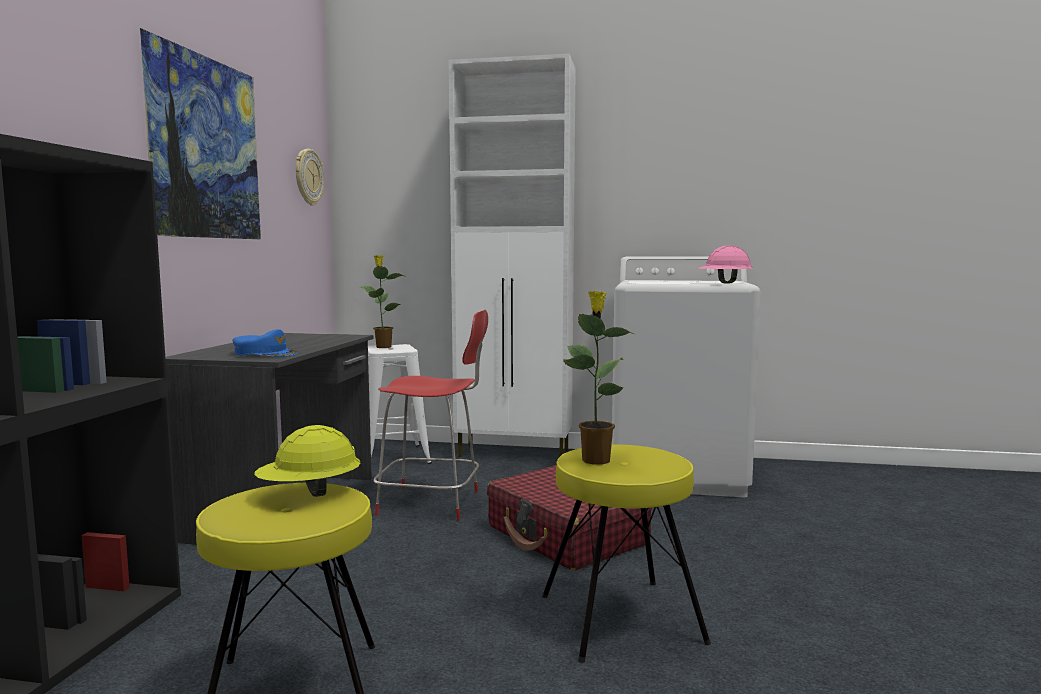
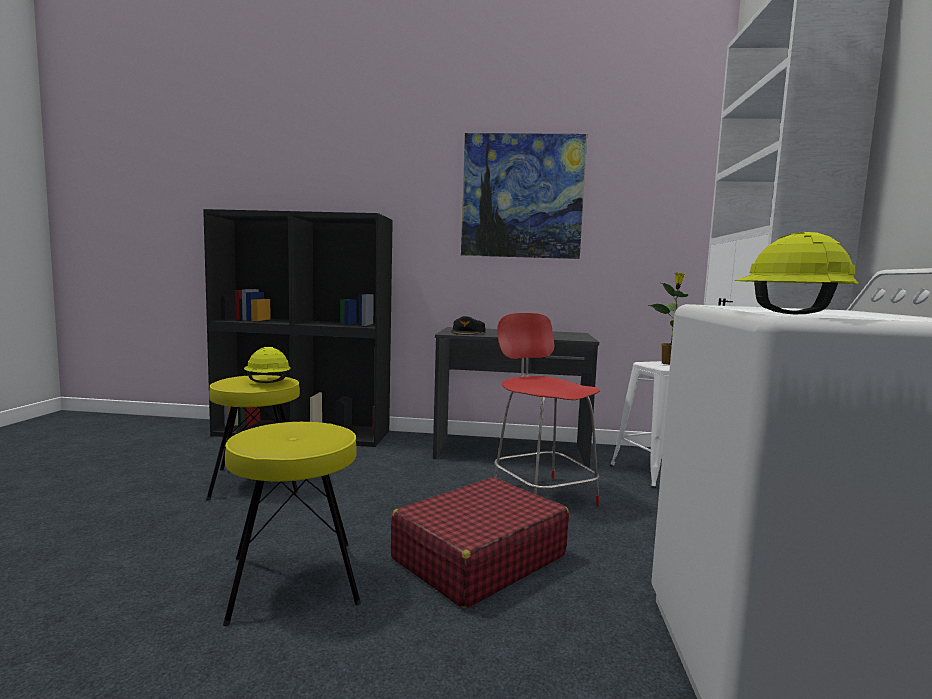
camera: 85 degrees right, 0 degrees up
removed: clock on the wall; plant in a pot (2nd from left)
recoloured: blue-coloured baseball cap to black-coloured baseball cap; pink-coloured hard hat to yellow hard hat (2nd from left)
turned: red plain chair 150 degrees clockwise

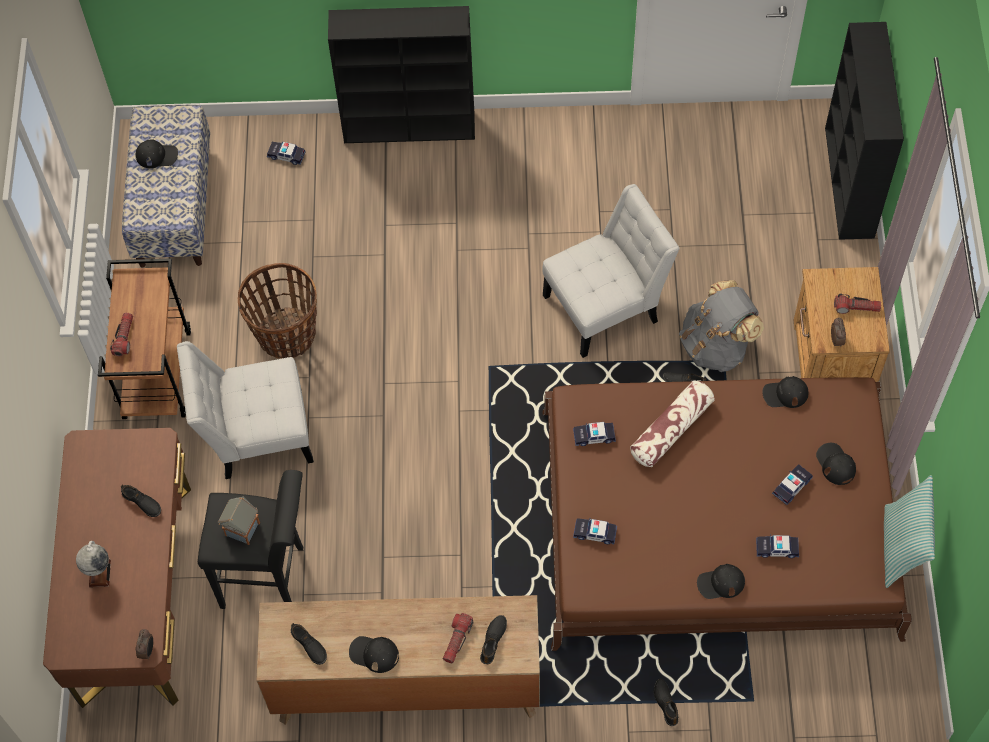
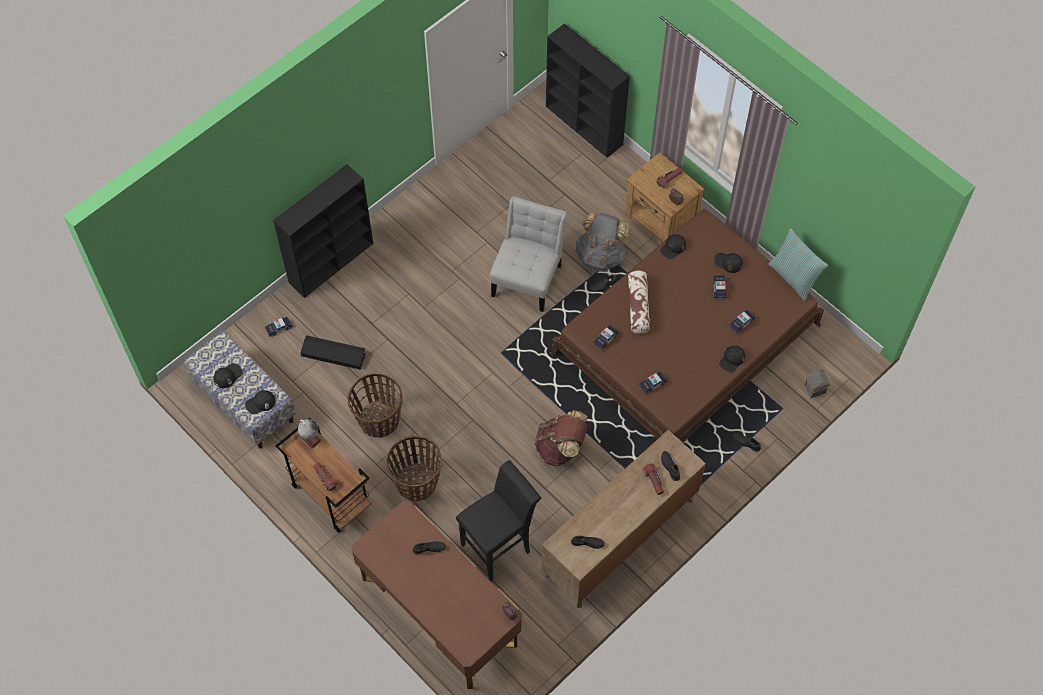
camera: 45 degrees left, 0 degrees up
added: black-coloured storage container; brown-coloured rucksack
moved: world globe; toy house; black-coloured baseball cap (2nd from left)
replaced: whitish plain chair (1st from left) to storage basket (2nd from left)

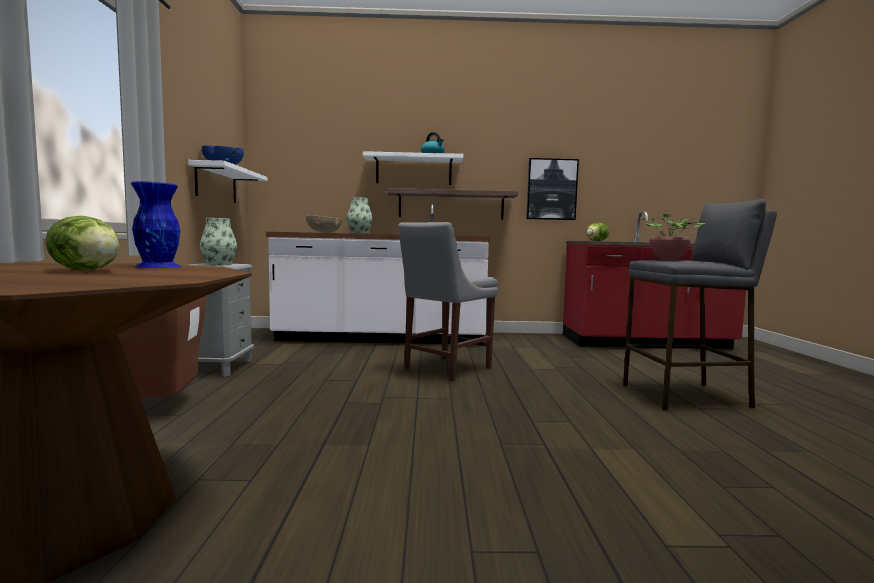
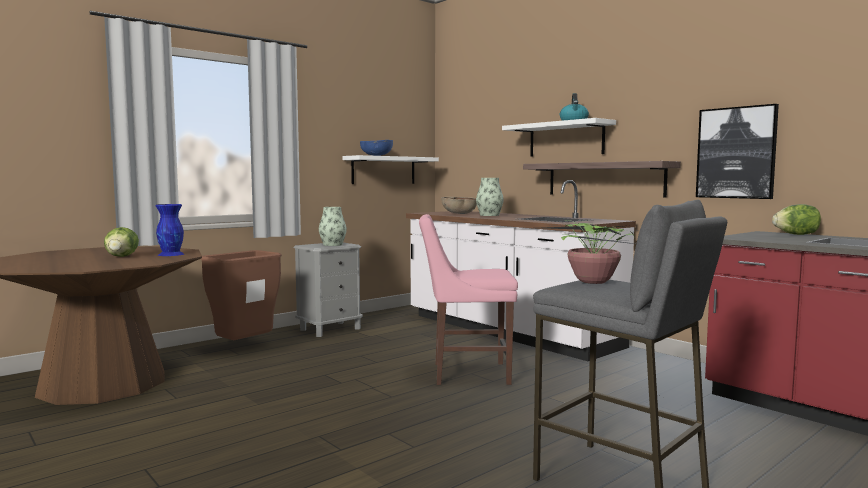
camera: 50 degrees right, 0 degrees up
recoloured: grey plain chair to pink-coloured plain chair

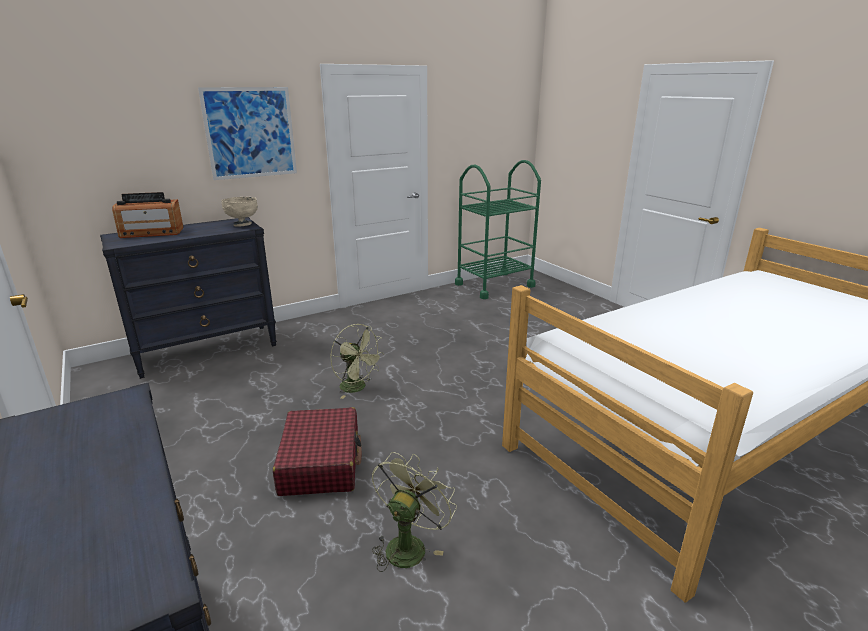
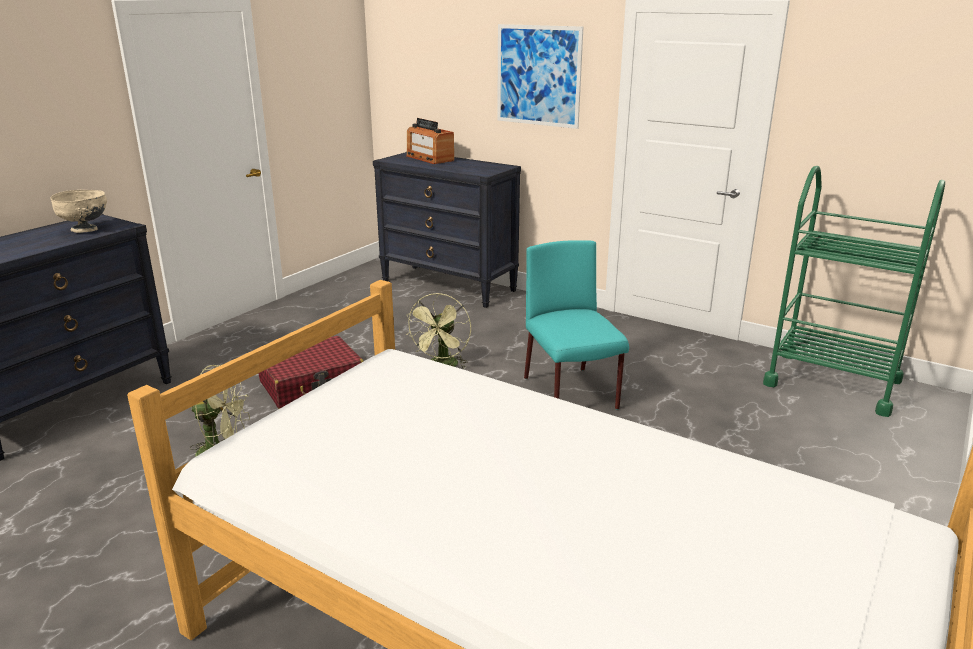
camera: 65 degrees right, 0 degrees up
added: turquoise-coloured plain chair
moved: beige-coloured bowl

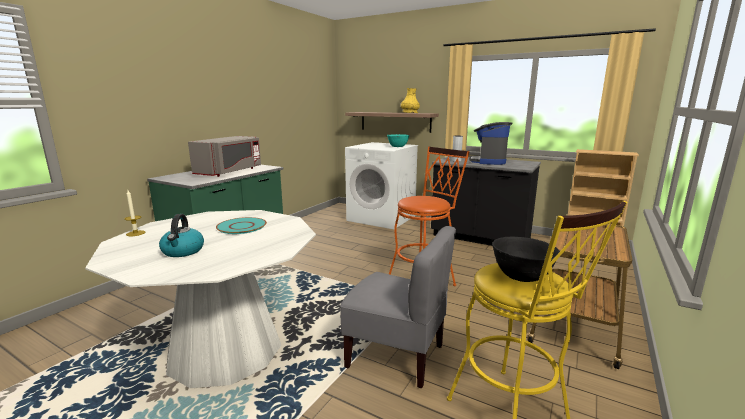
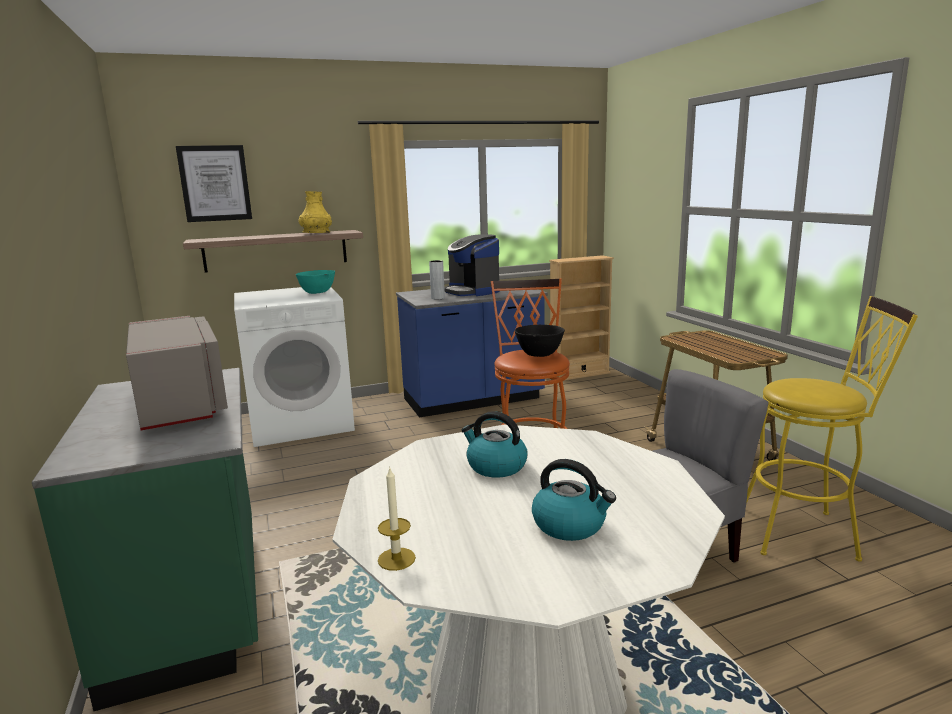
camera: 50 degrees left, 0 degrees up
added: picture
moved: black-coloured bowl
replaced: turquoise-coloured plate to tea kettle (1st from left)
recoloured: black-coloured counter to blue-coloured counter

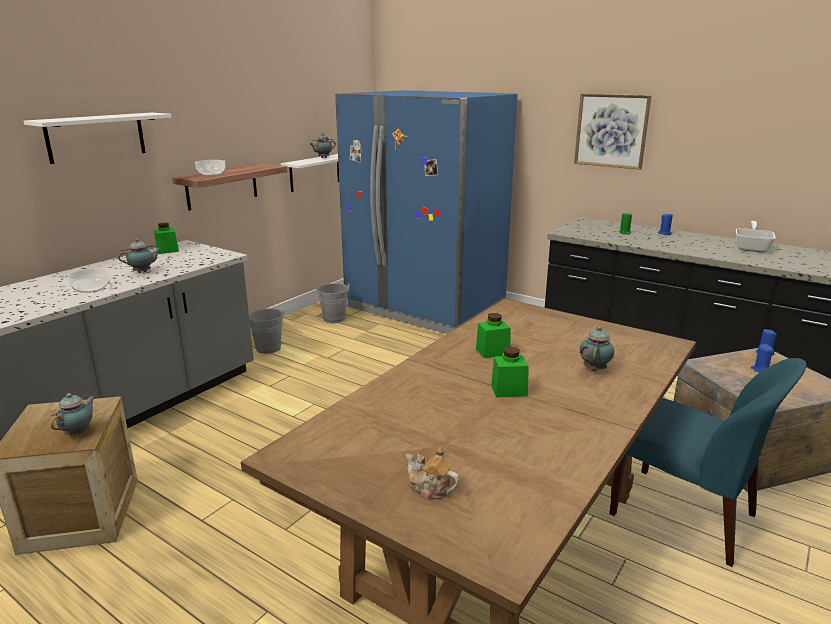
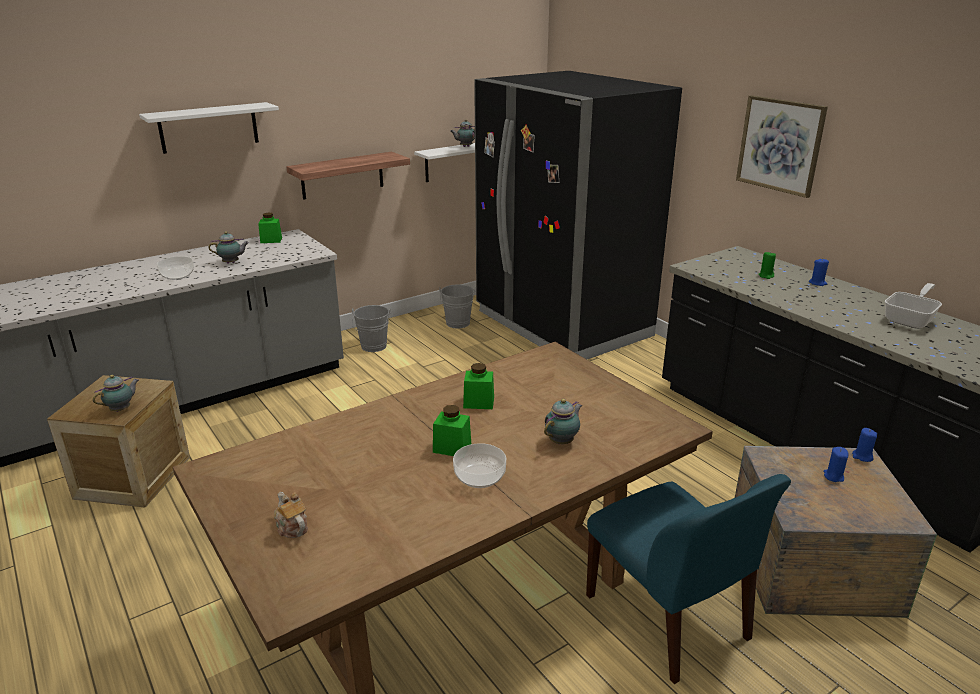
camera: 20 degrees right, 5 degrees up
moved: bowl (2nd from left)
recoloured: blue-coloured kitchen fridge to black-coloured kitchen fridge

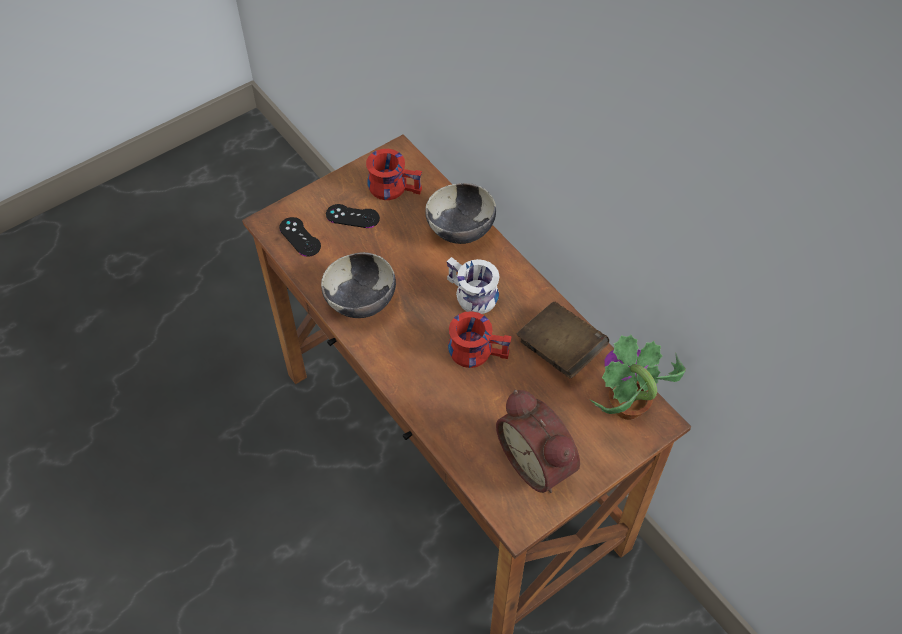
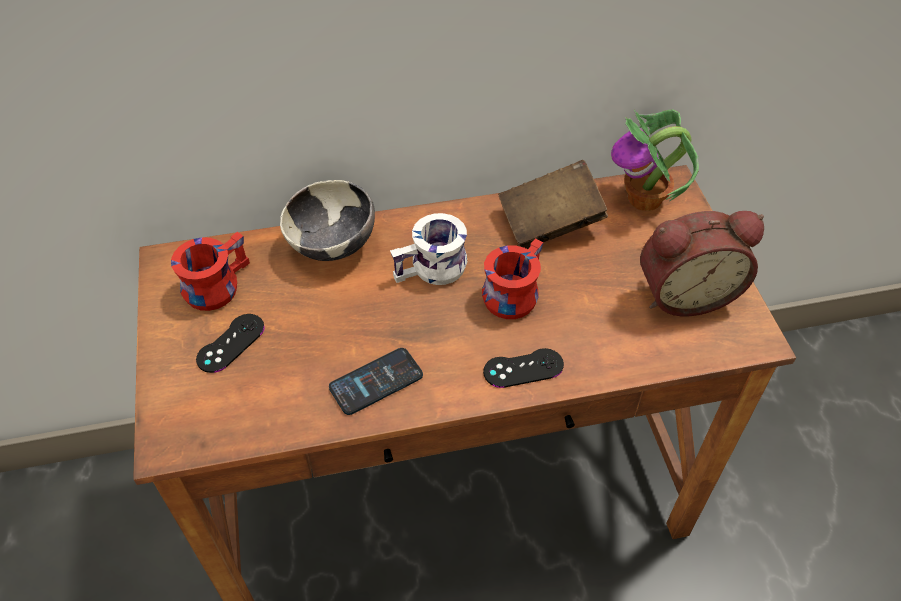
camera: 65 degrees left, 5 degrees down
moved: black-coloured gamepad (1st from left in the first image) to black-coloured gamepad (2nd from left)
replaced: bowl (1st from left) to telephone

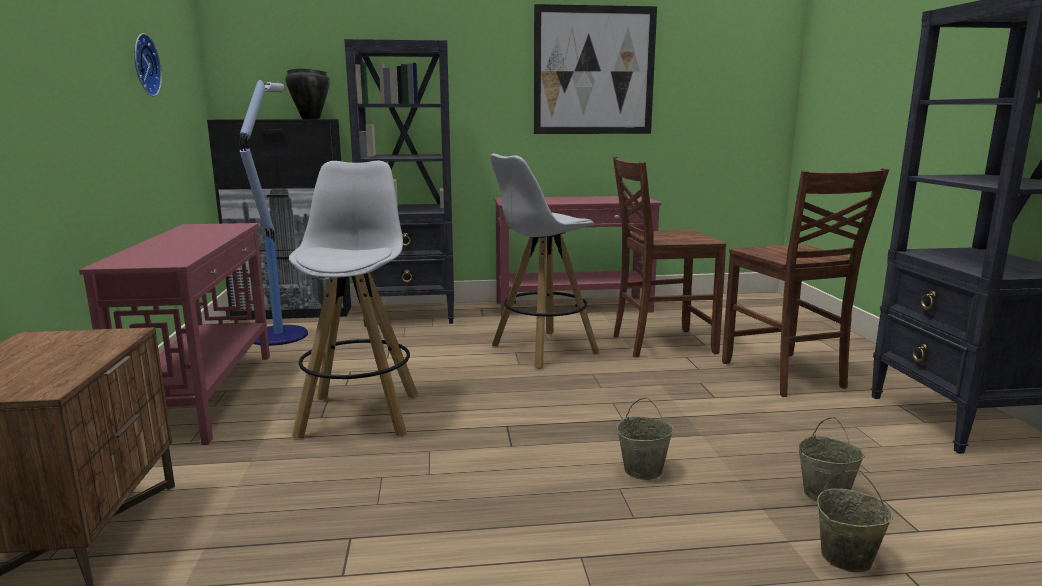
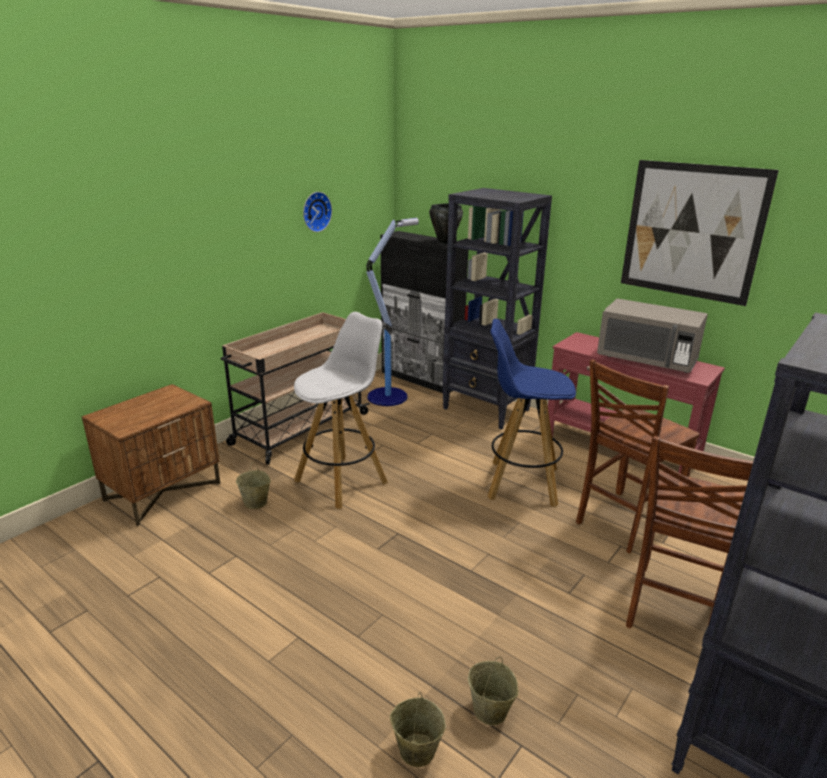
camera: 45 degrees right, 10 degrees up
added: grey microwave oven
moved: beige-coloured bucket (1st from left)
replaced: red narrow table (1st from left) to beige-coloured cart
recoloured: whitish stool (2nd from left) to blue-coloured stool
turned: brown-coloured plain chair (1st from left) 75 degrees counterclockwise

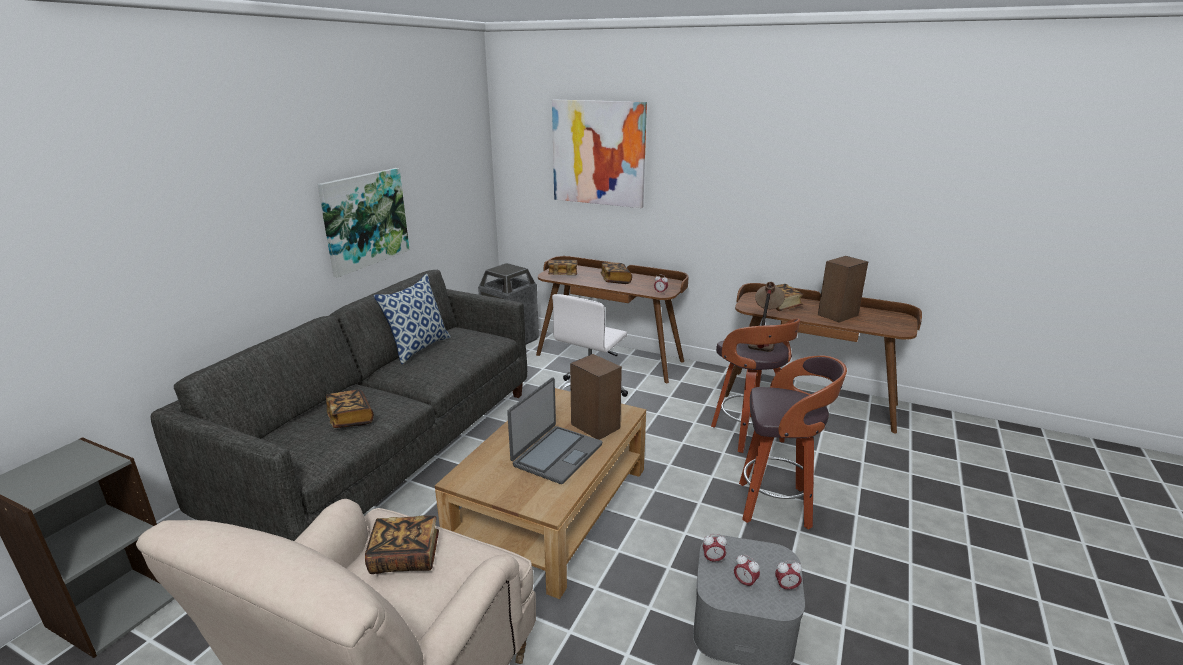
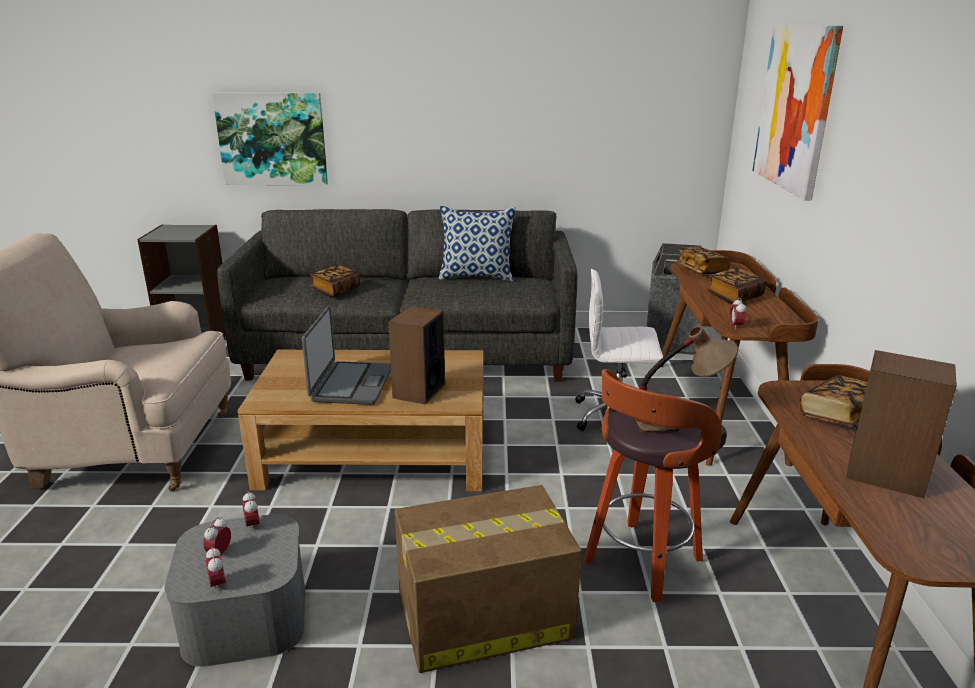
camera: 65 degrees right, 0 degrees up
removed: volume (2nd from left)
moved: picture (1st from left)
replaced: stool (2nd from left) to packing box
turned: portable computer 90 degrees counterclockwise

